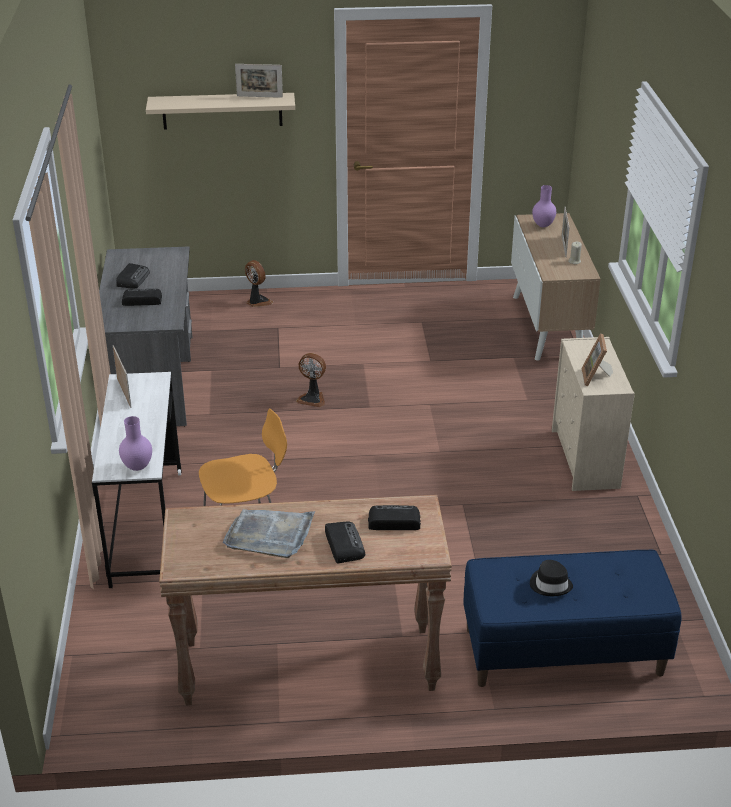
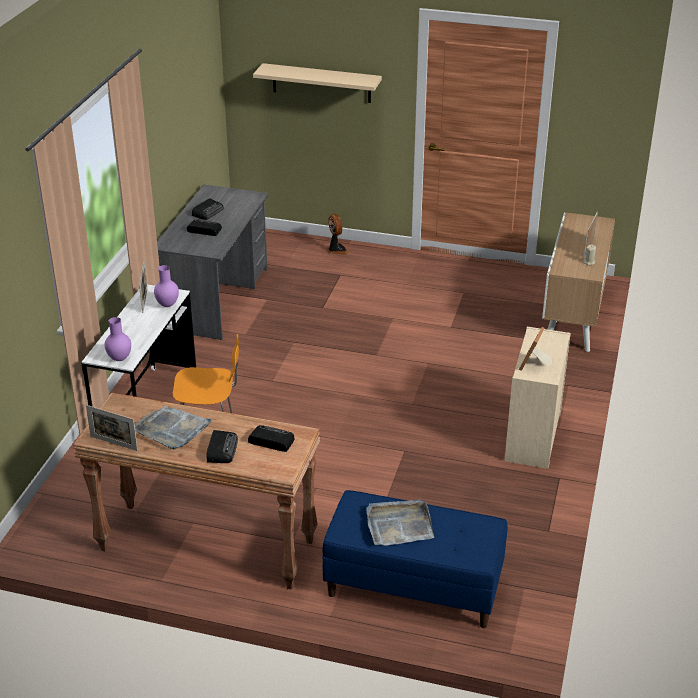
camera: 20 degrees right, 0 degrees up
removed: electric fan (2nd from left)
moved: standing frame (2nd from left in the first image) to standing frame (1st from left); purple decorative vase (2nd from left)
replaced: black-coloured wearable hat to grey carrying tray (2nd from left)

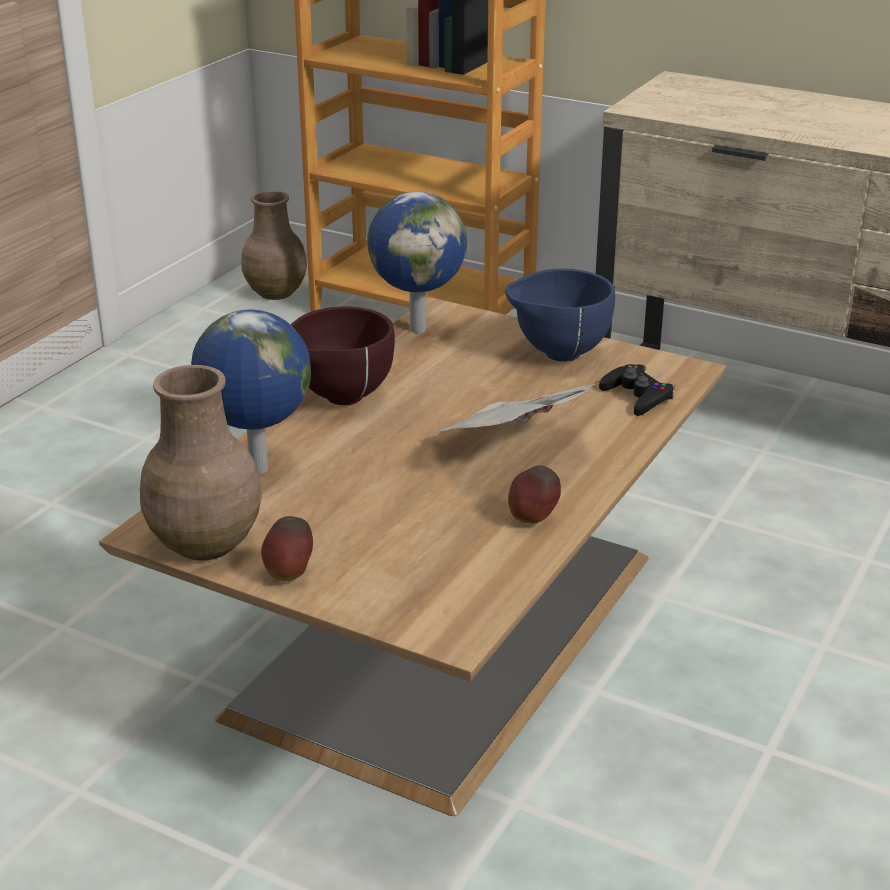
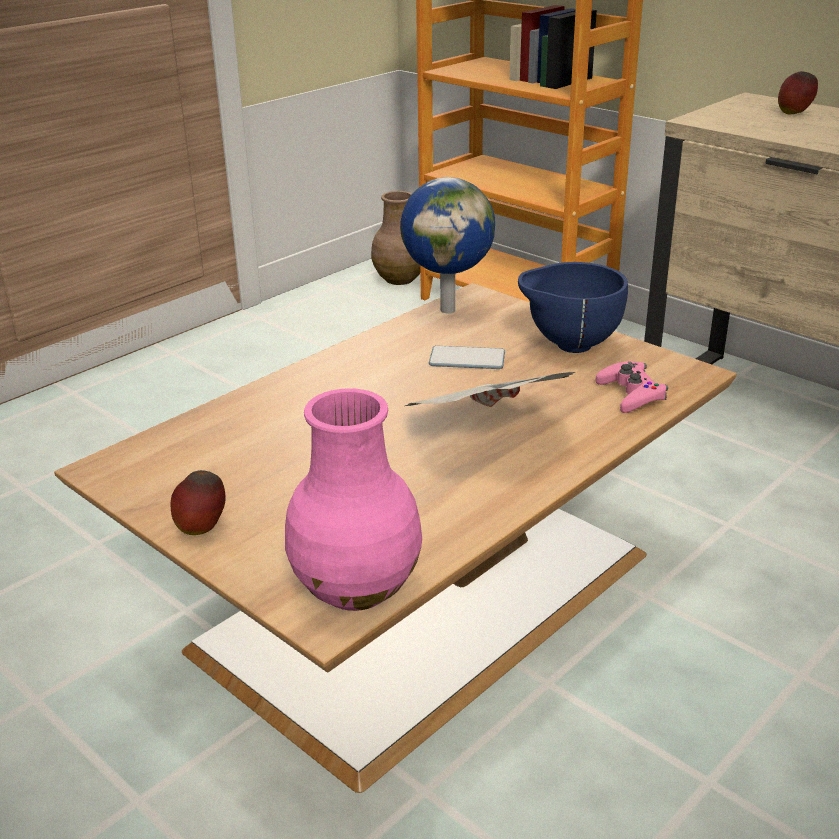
camera: 15 degrees right, 0 degrees up
removed: brown-coloured decorative vase (1st from left); world globe (1st from left); brown-coloured bowl
added: pink-coloured decorative vase; telephone
moved: apple fruit (2nd from left)
recoloured: black-coloured gamepad to pink-coloured gamepad

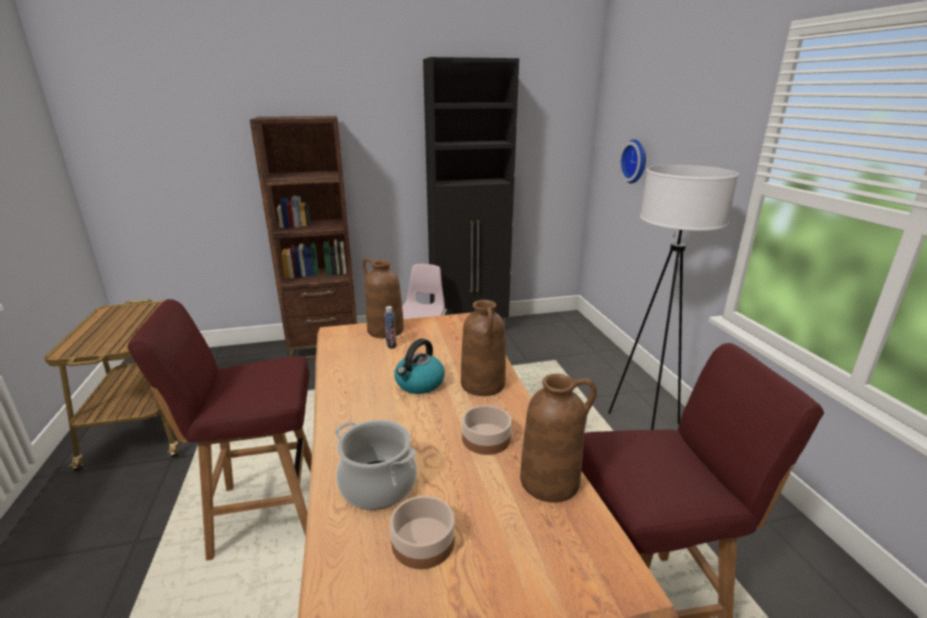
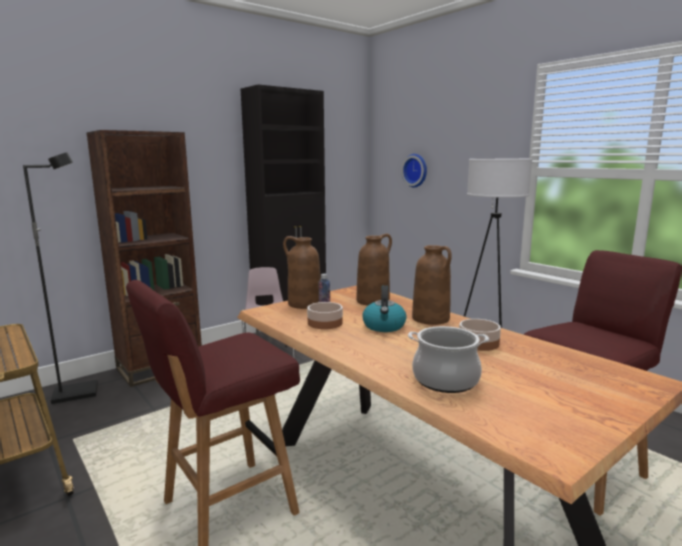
camera: 25 degrees left, 10 degrees down
added: black-coloured standard lamp
moved: bowl (1st from left); brown-coloured decorative vase (3rd from left in the first image) to brown-coloured decorative vase (2nd from left)

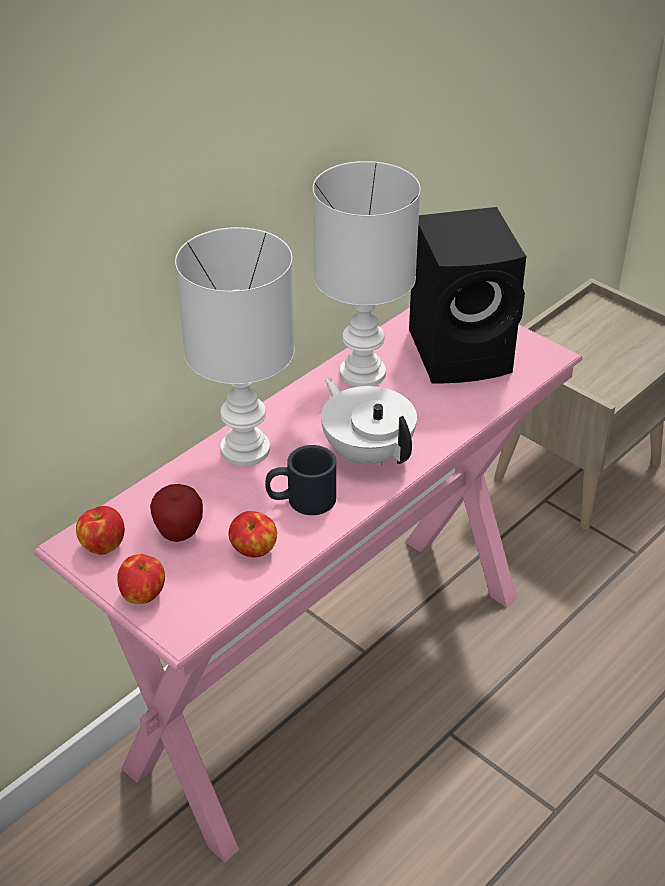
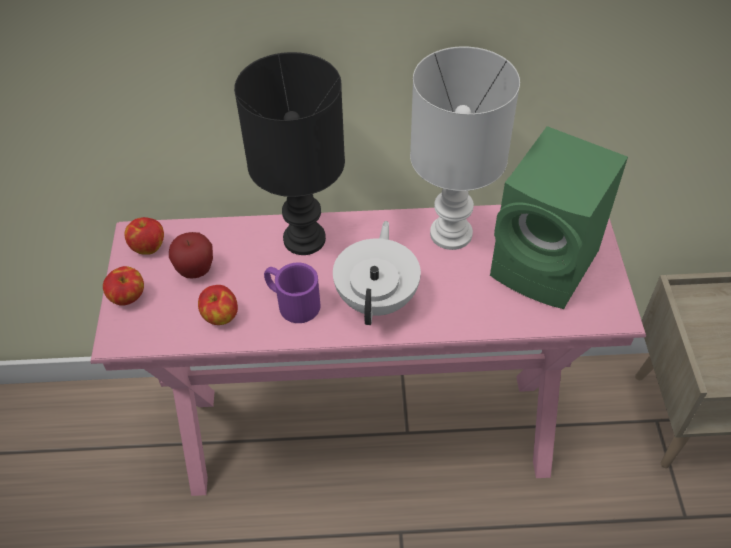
camera: 45 degrees right, 10 degrees up
recoloured: whitish tabletop lamp (1st from left) to black-coloured tabletop lamp; black-coloured mug to purple mug; black-coloured speaker to green-coloured speaker

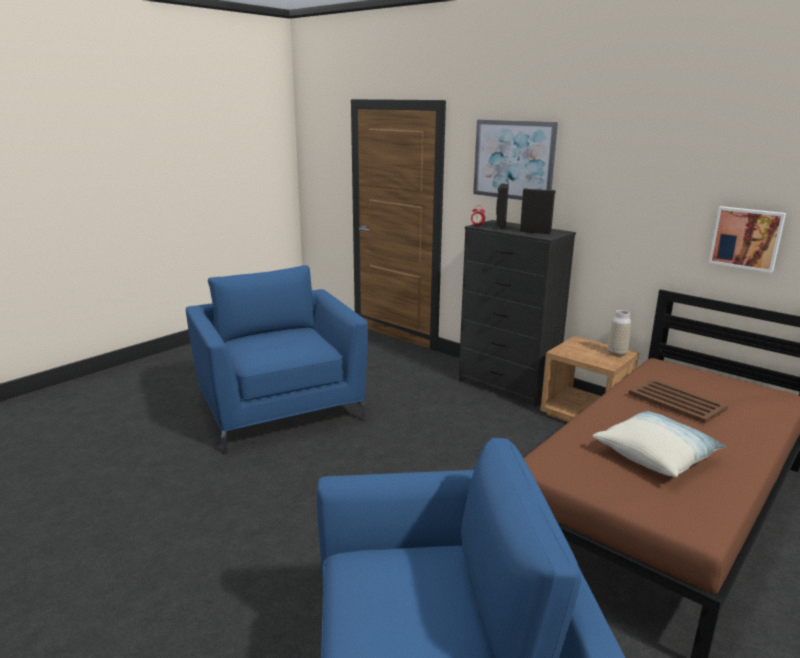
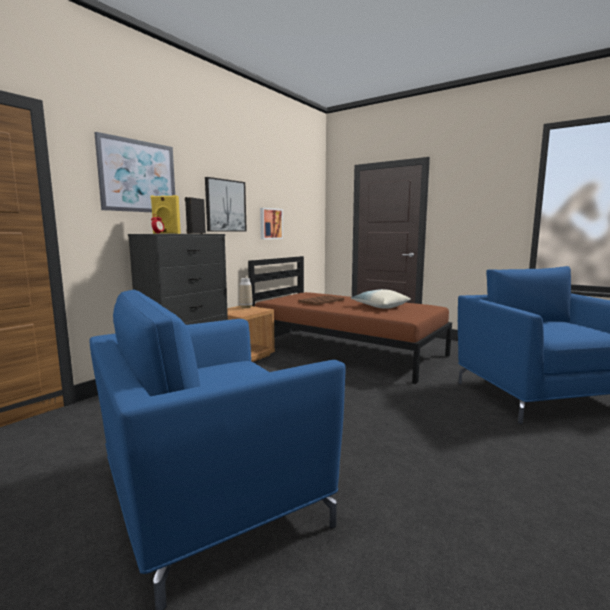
camera: 95 degrees left, 10 degrees down
added: picture (2nd from left)
recoloured: black-coloured speaker (1st from left) to yellow speaker

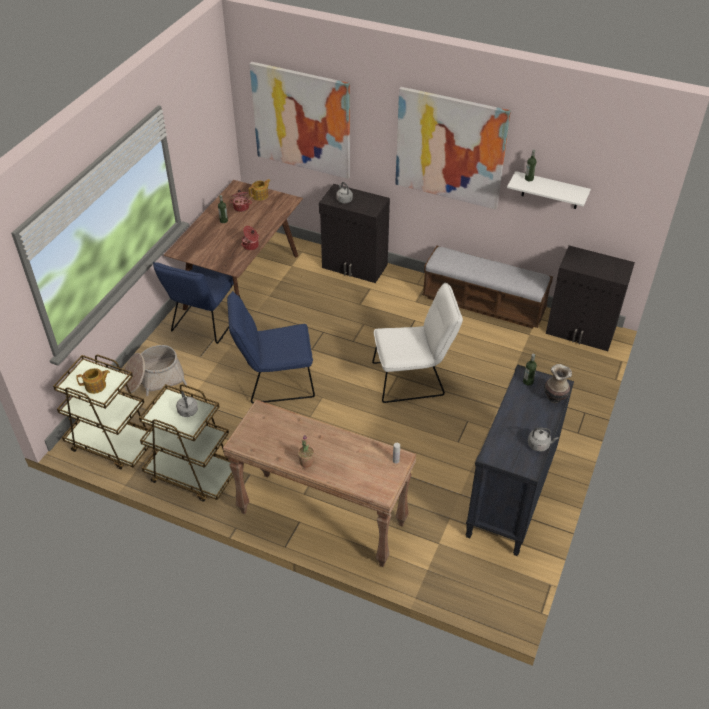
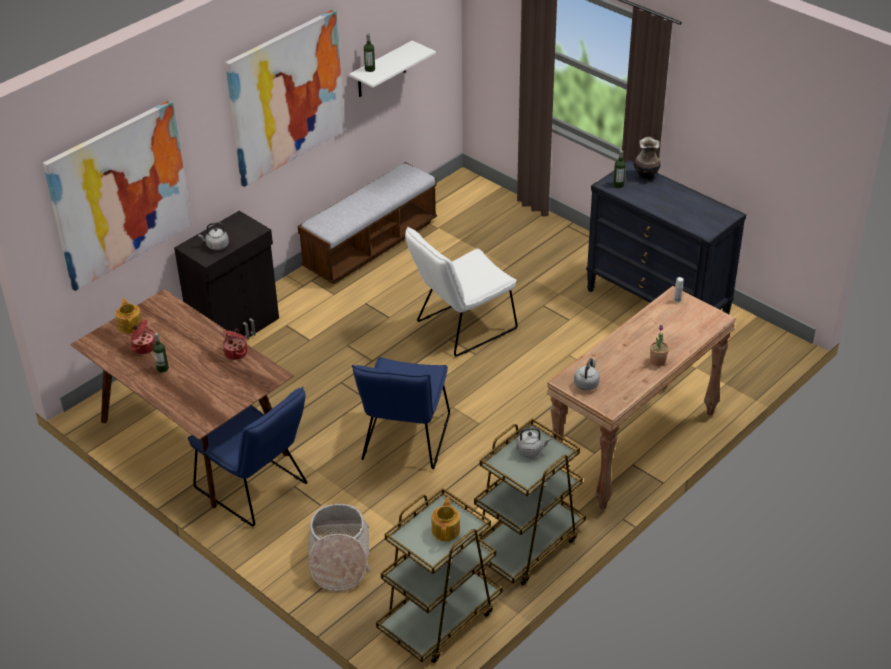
camera: 70 degrees left, 5 degrees down
removed: black-coloured cupboard (2nd from left)
moved: grey tea kettle (3rd from left)
turned: whitish plain chair 135 degrees counterclockwise

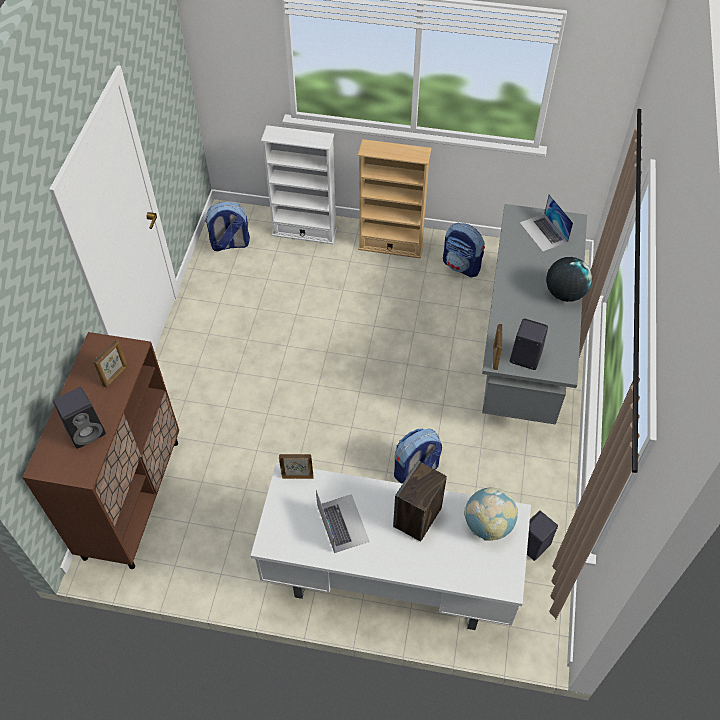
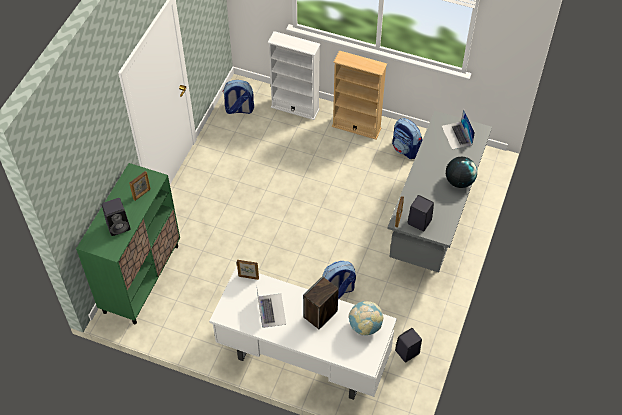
camera: 10 degrees right, 0 degrees up
recoloured: brown-coloured cupboard to green-coloured cupboard

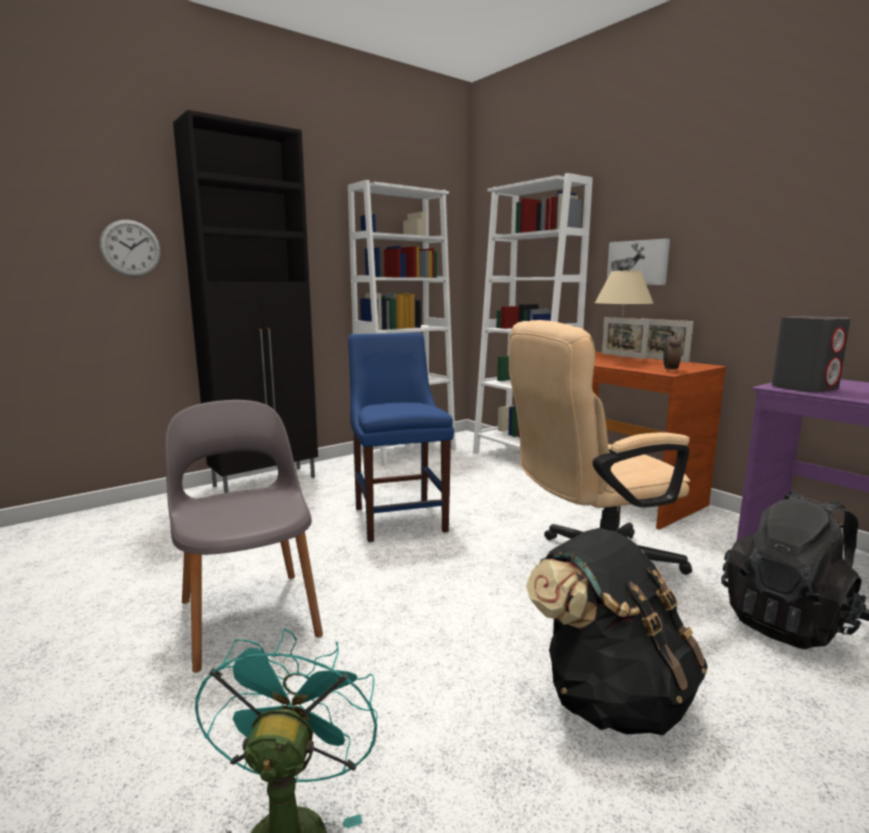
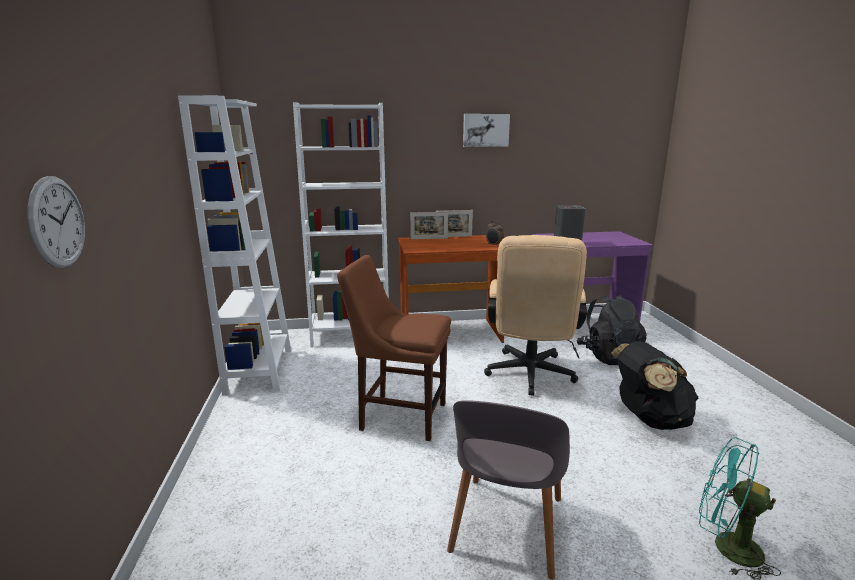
camera: 60 degrees left, 5 degrees up
removed: black-coloured cupboard; beige-coloured tabletop lamp
moved: picture
recoloured: blue-coloured plain chair to brown-coloured plain chair
turned: grey plain chair 75 degrees counterclockwise

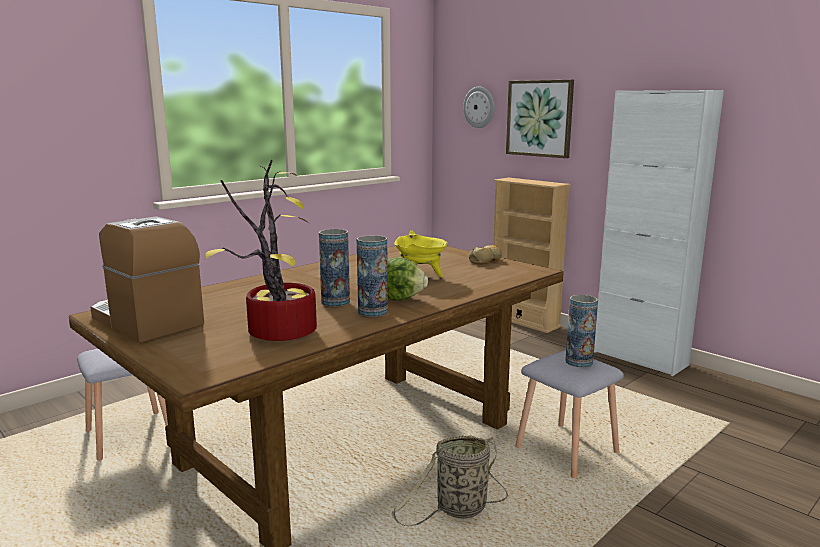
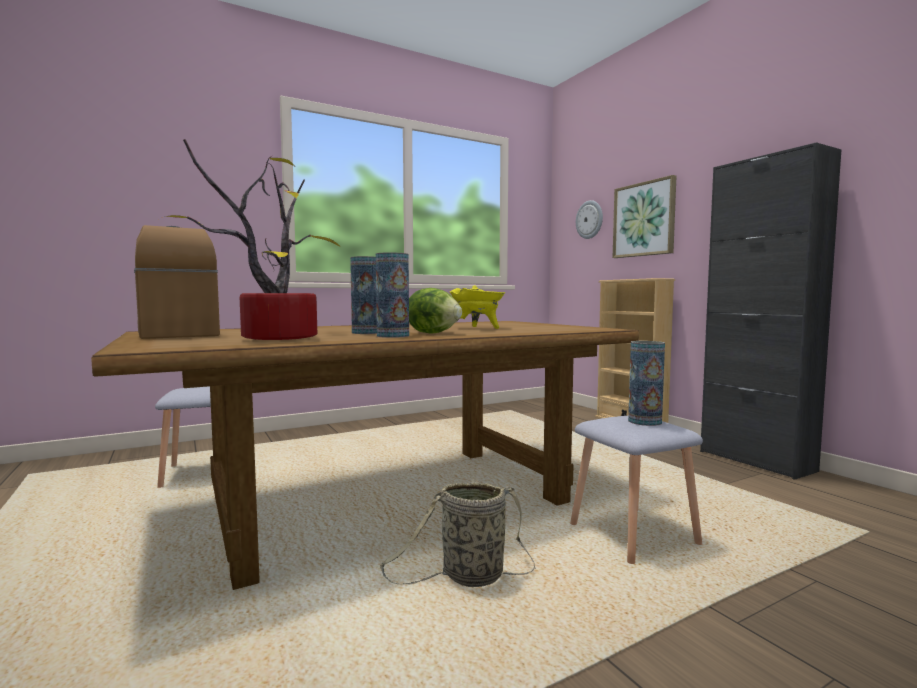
camera: 15 degrees right, 10 degrees down
removed: baked bread
recoloured: whitish cupboard to black-coloured cupboard

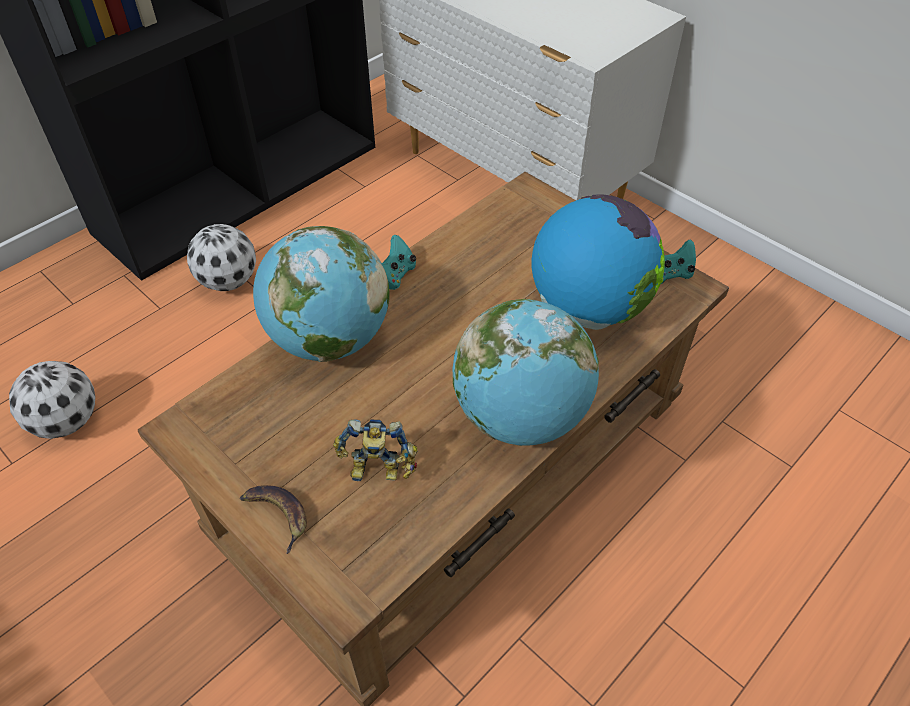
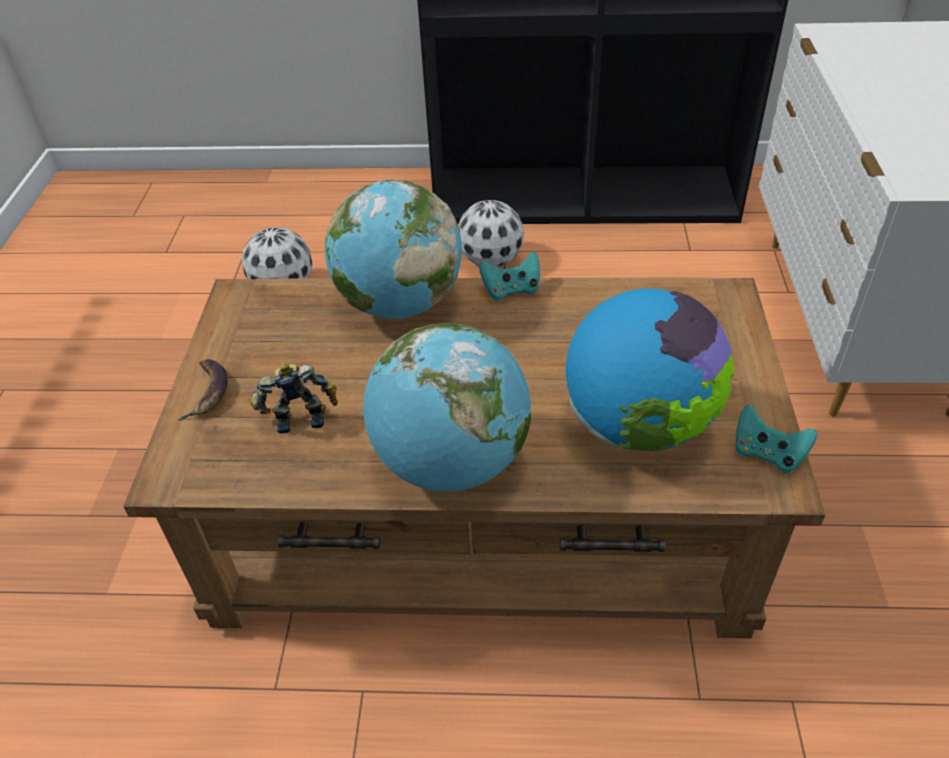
camera: 50 degrees right, 5 degrees down
turned: model robot 120 degrees clockwise

